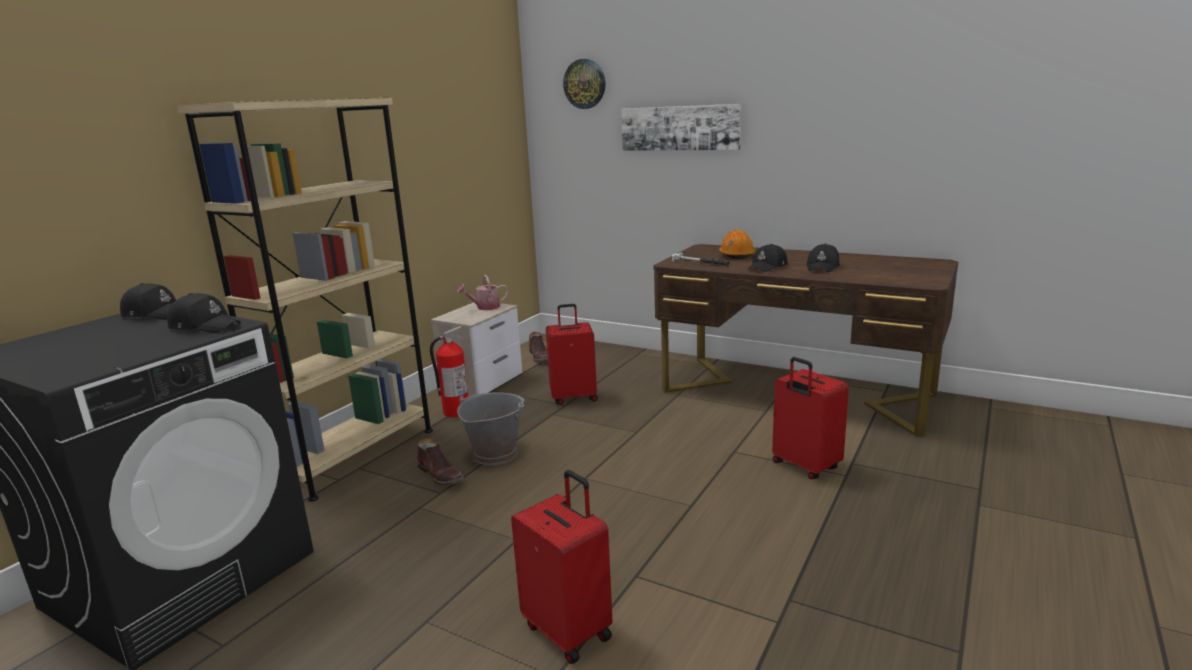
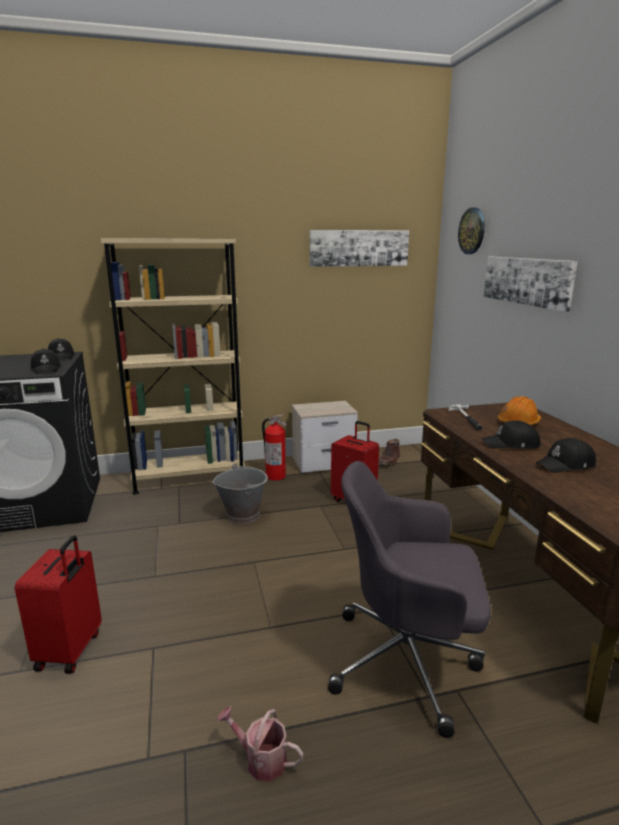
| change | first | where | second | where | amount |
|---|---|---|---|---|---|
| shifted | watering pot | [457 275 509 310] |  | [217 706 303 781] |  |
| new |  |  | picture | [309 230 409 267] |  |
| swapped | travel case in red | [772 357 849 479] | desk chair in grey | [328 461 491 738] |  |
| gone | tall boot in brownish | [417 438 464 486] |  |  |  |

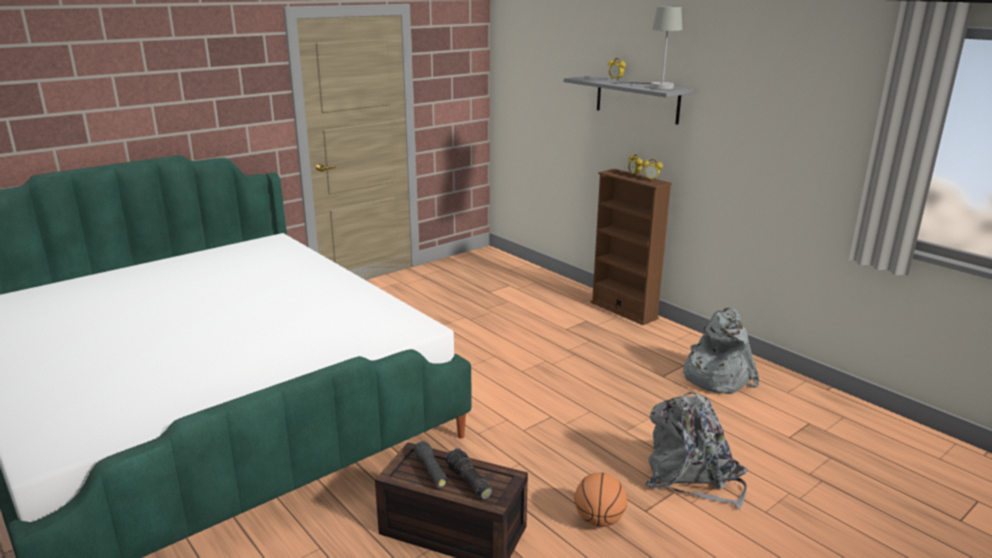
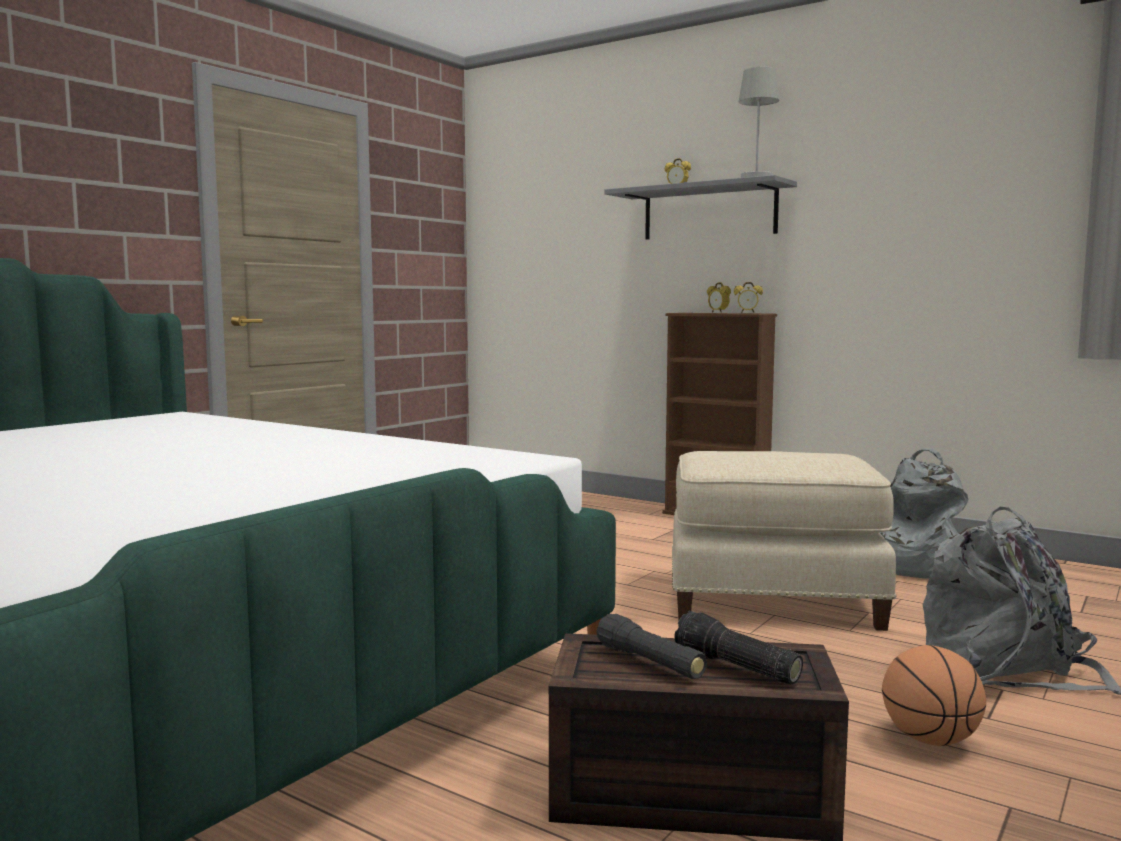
| change | first | where | second | where | amount |
|---|---|---|---|---|---|
| new |  |  | footrest in sand-coloured | [672 451 896 631] |  |

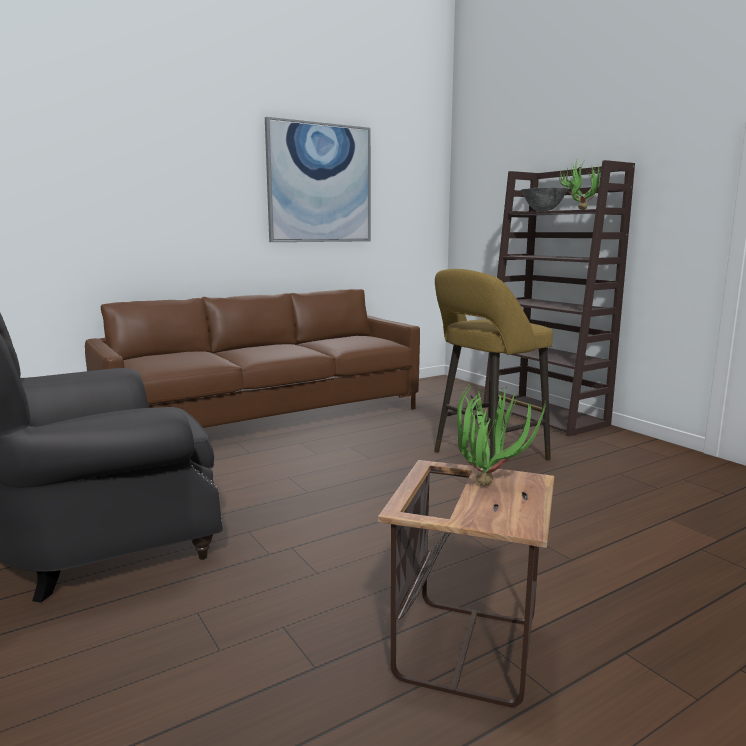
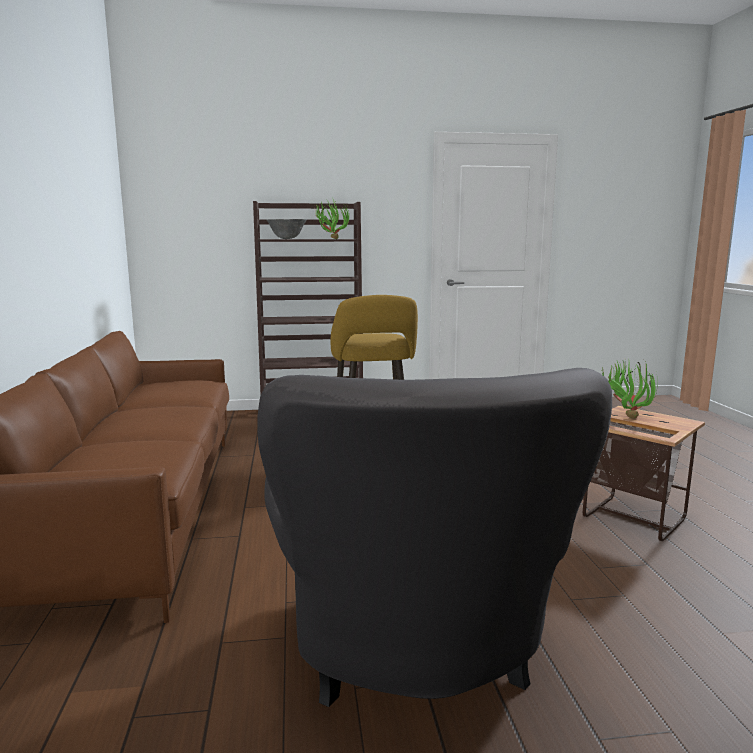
| change | first | where | second | where | amount |
|---|---|---|---|---|---|
| gone | picture | [265 117 371 242] |  |  |  |

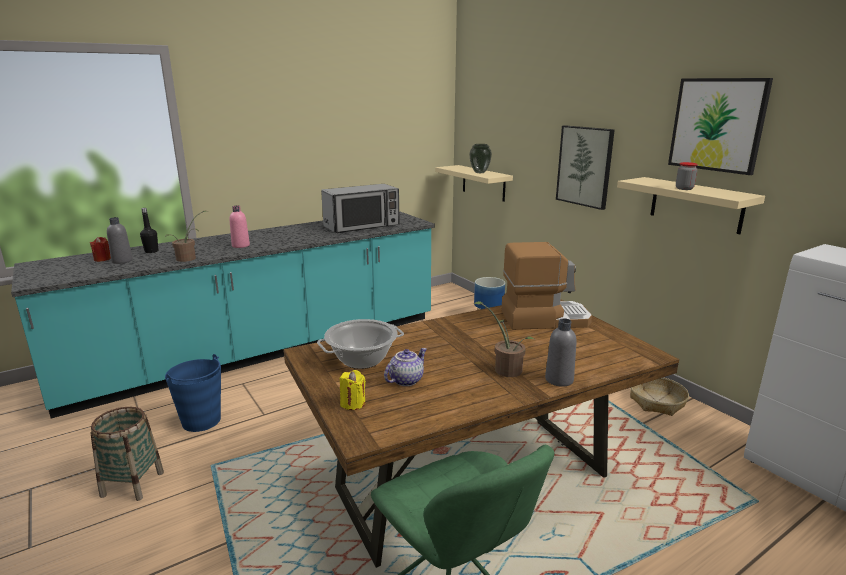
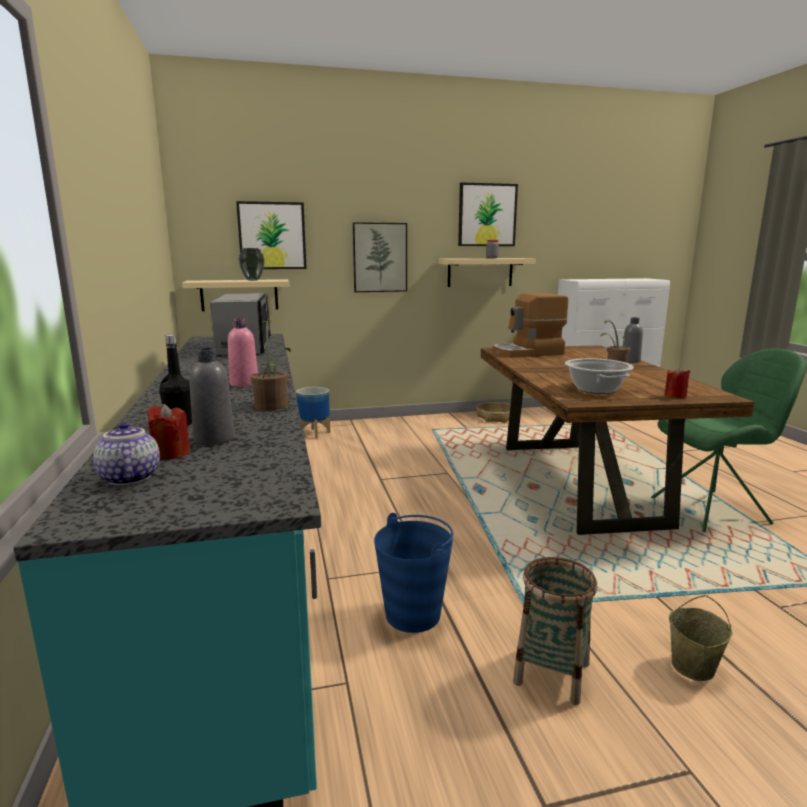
| change | first | where | second | where | amount |
|---|---|---|---|---|---|
| shifted | teapot | [384 348 427 386] |  | [93 422 160 486] |  |
| new |  |  | picture | [236 201 307 269] |  |
| rotated | coffee maker | [501 242 592 330] |  | [493 293 568 358] | 120 degrees counterclockwise |
| repainted | wax light in yellowish | [340 370 366 410] | wax light in red | [664 366 690 398] |  |
| new |  |  | bucket in sand-coloured | [669 595 732 681] |  |

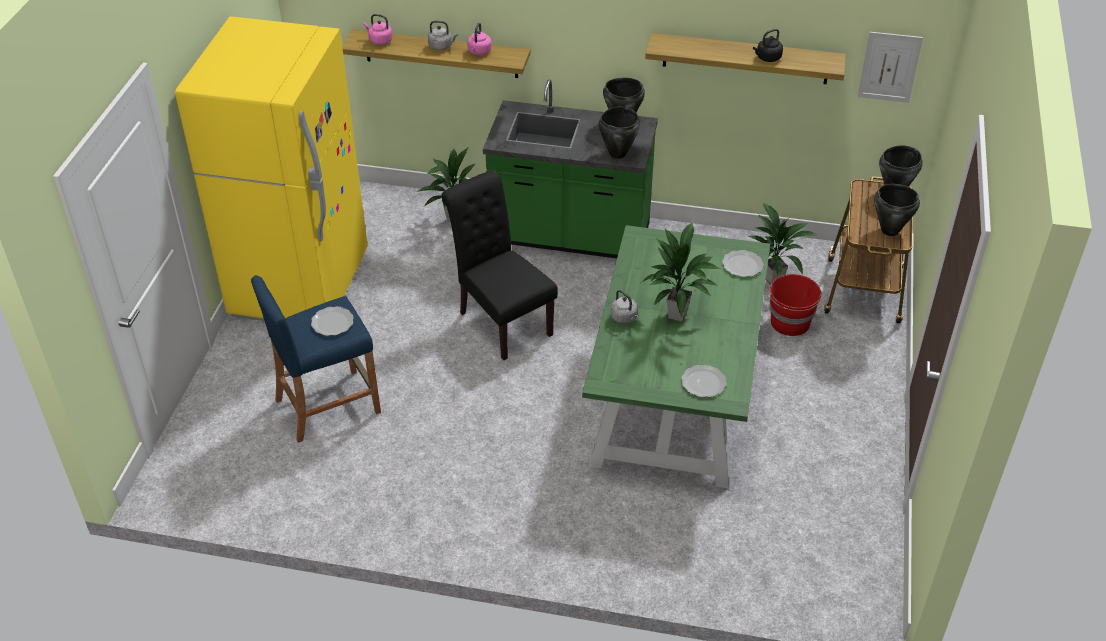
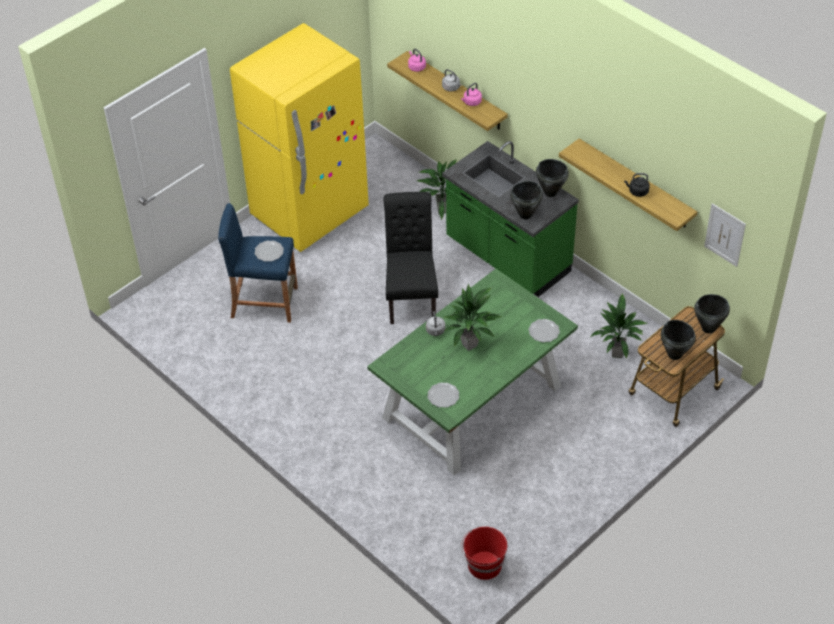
| change | first | where | second | where | amount |
|---|---|---|---|---|---|
| shifted | bucket in red | [769 274 822 336] |  | [461 527 507 580] |  |

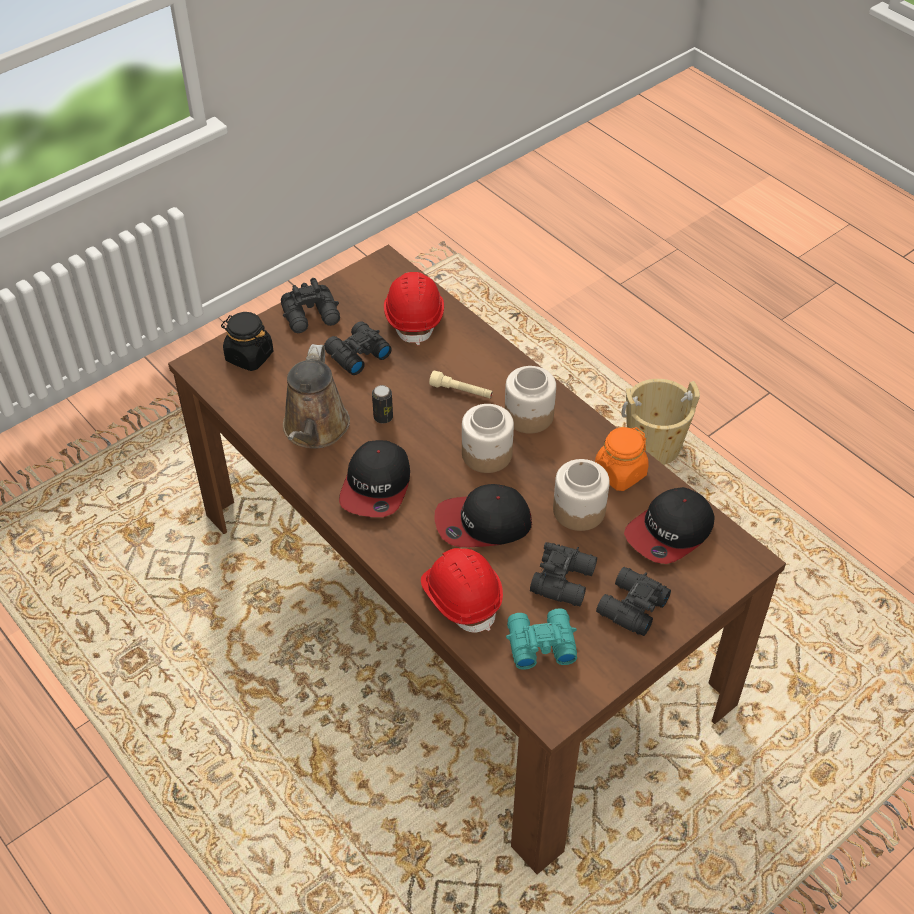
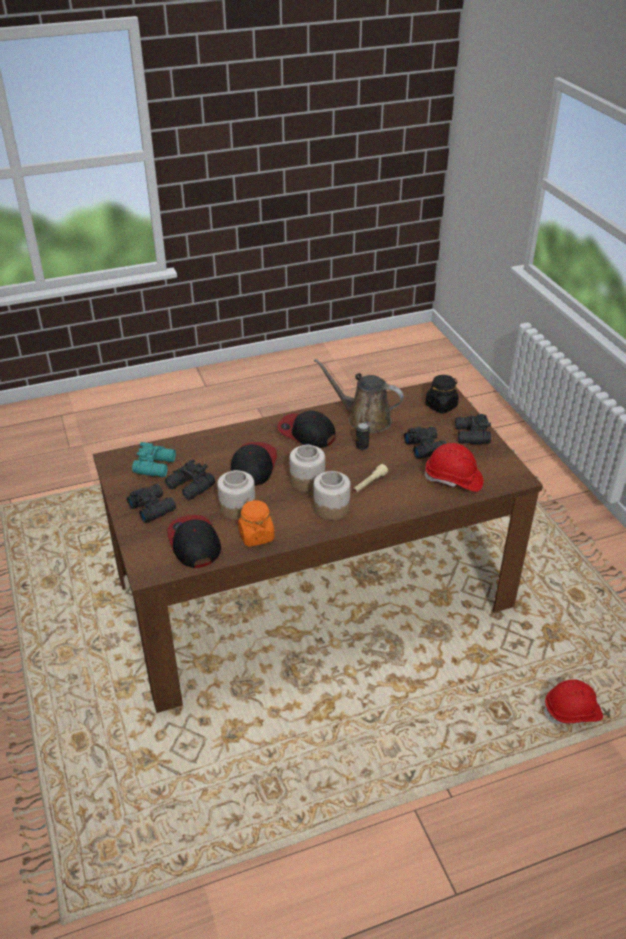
| change | first | where | second | where | amount |
|---|---|---|---|---|---|
| shifted | work helmet in red | [421 548 503 633] |  | [544 679 603 724] |  |
| gone | bucket in sand-coloured | [621 379 700 465] |  |  |  |

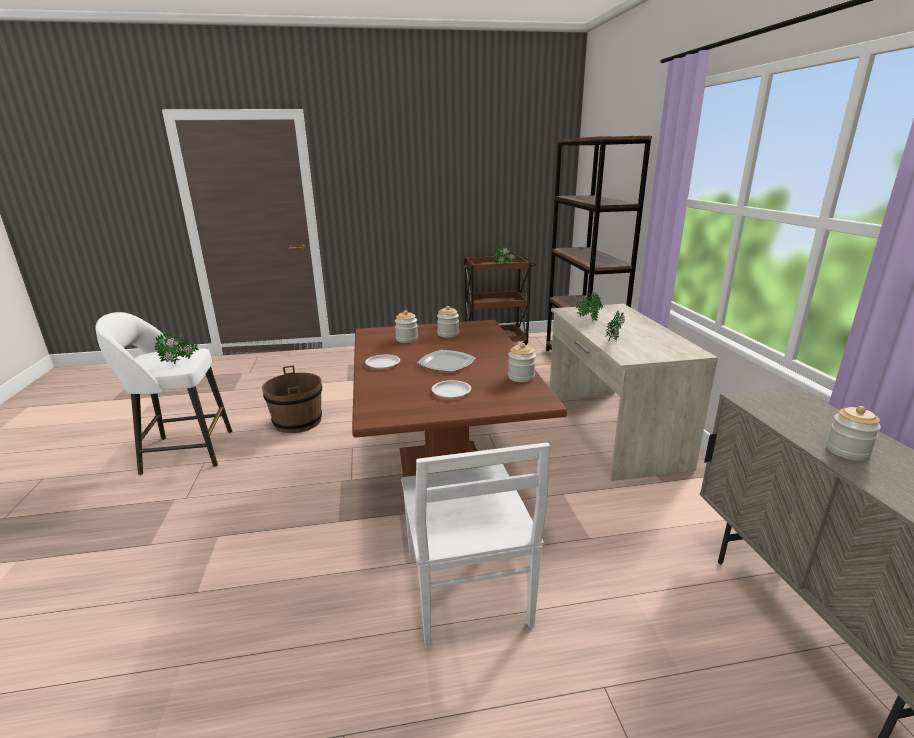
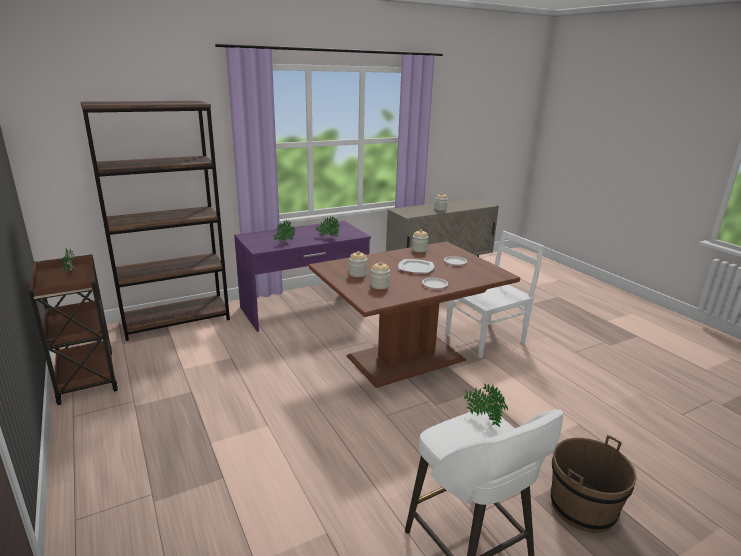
| change | first | where | second | where | amount |
|---|---|---|---|---|---|
| repainted | desk unit in sand-coloured | [549 304 718 481] | desk unit in purplish | [234 221 371 332] |  |
| shifted | bucket in brownish | [262 365 322 433] |  | [551 435 637 533] |  |

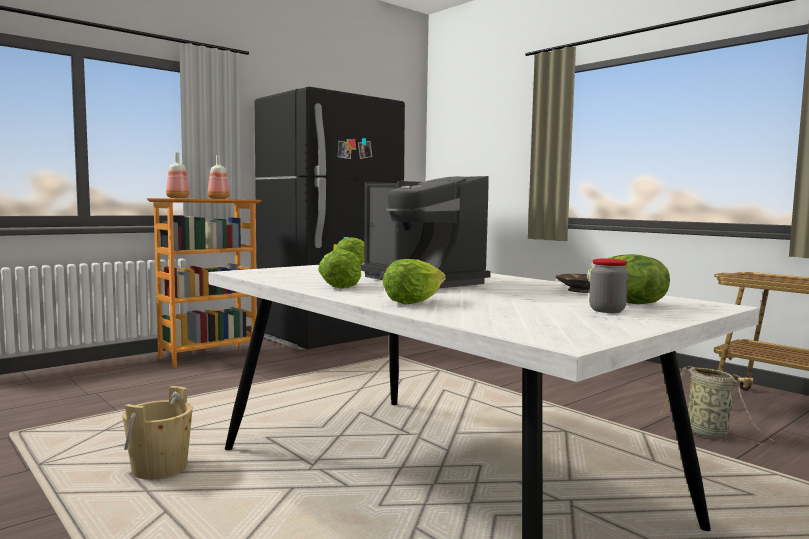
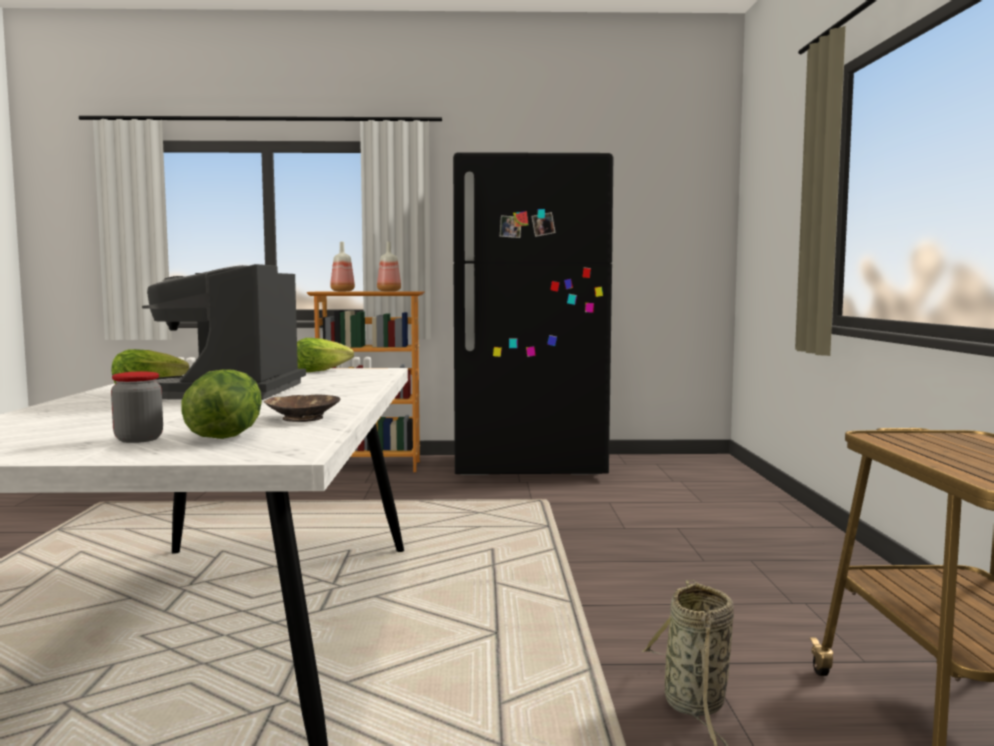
| change | first | where | second | where | amount |
|---|---|---|---|---|---|
| gone | bucket in sand-coloured | [122 386 193 480] |  |  |  |
| gone | head of lettuce | [383 259 446 304] |  |  |  |

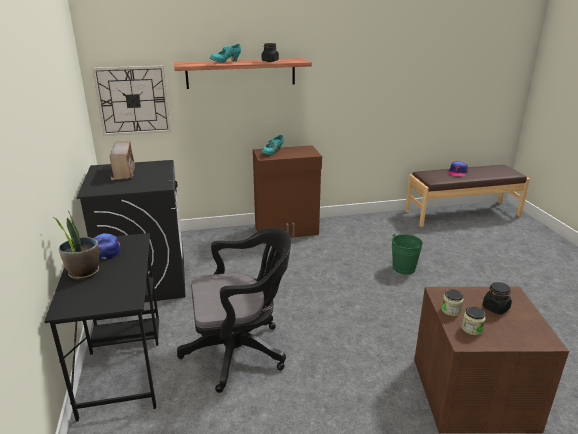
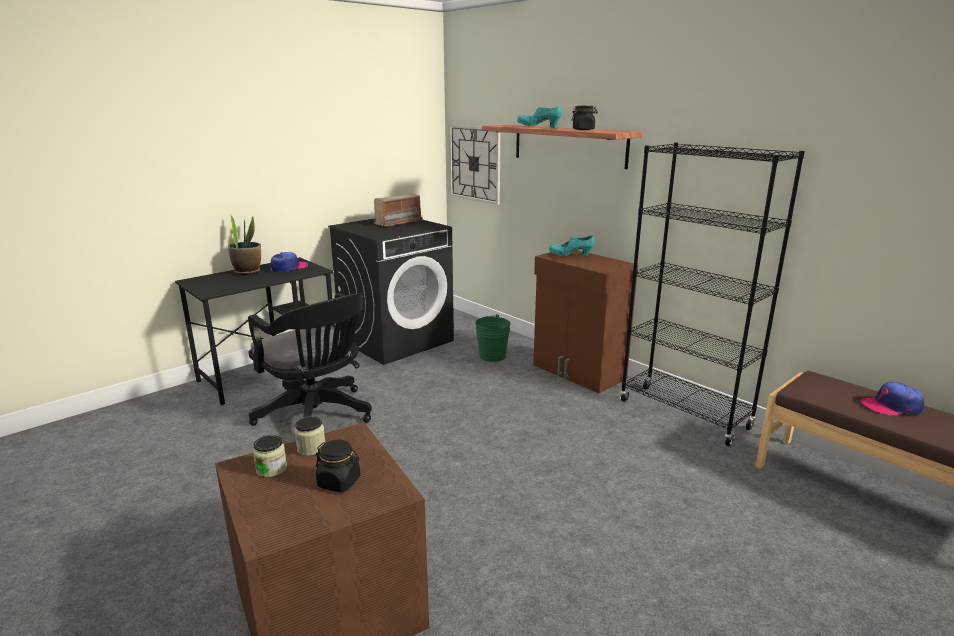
| change | first | where | second | where | amount |
|---|---|---|---|---|---|
| shifted | bucket in green | [392 234 423 275] |  | [475 314 511 362] |  |
| new |  |  | bookcase in black-coloured | [620 142 805 446] |  |

